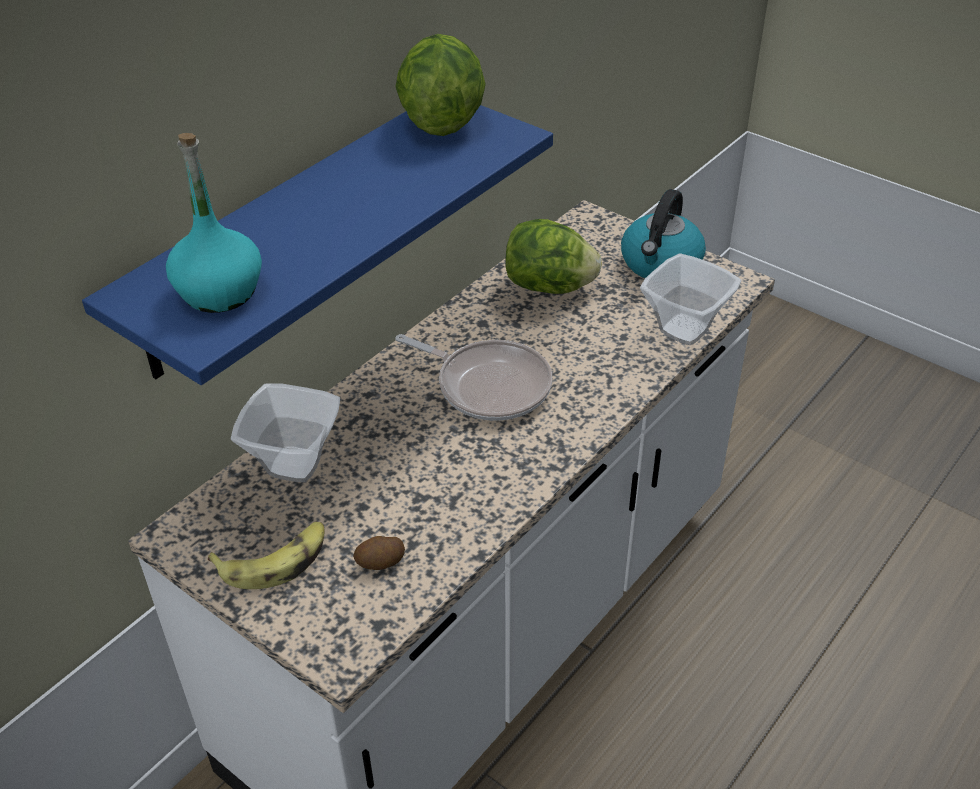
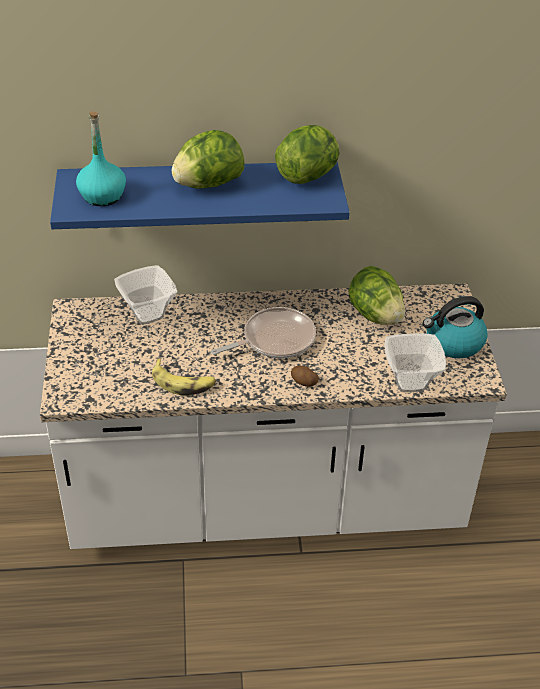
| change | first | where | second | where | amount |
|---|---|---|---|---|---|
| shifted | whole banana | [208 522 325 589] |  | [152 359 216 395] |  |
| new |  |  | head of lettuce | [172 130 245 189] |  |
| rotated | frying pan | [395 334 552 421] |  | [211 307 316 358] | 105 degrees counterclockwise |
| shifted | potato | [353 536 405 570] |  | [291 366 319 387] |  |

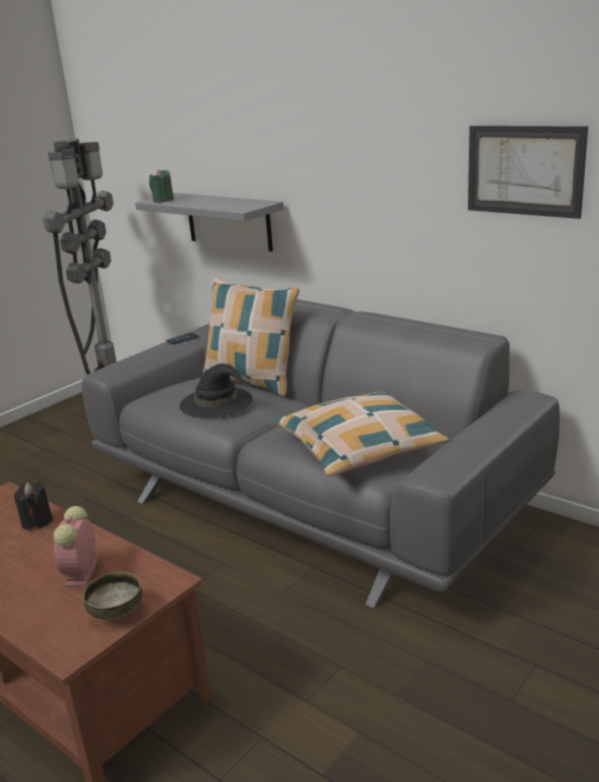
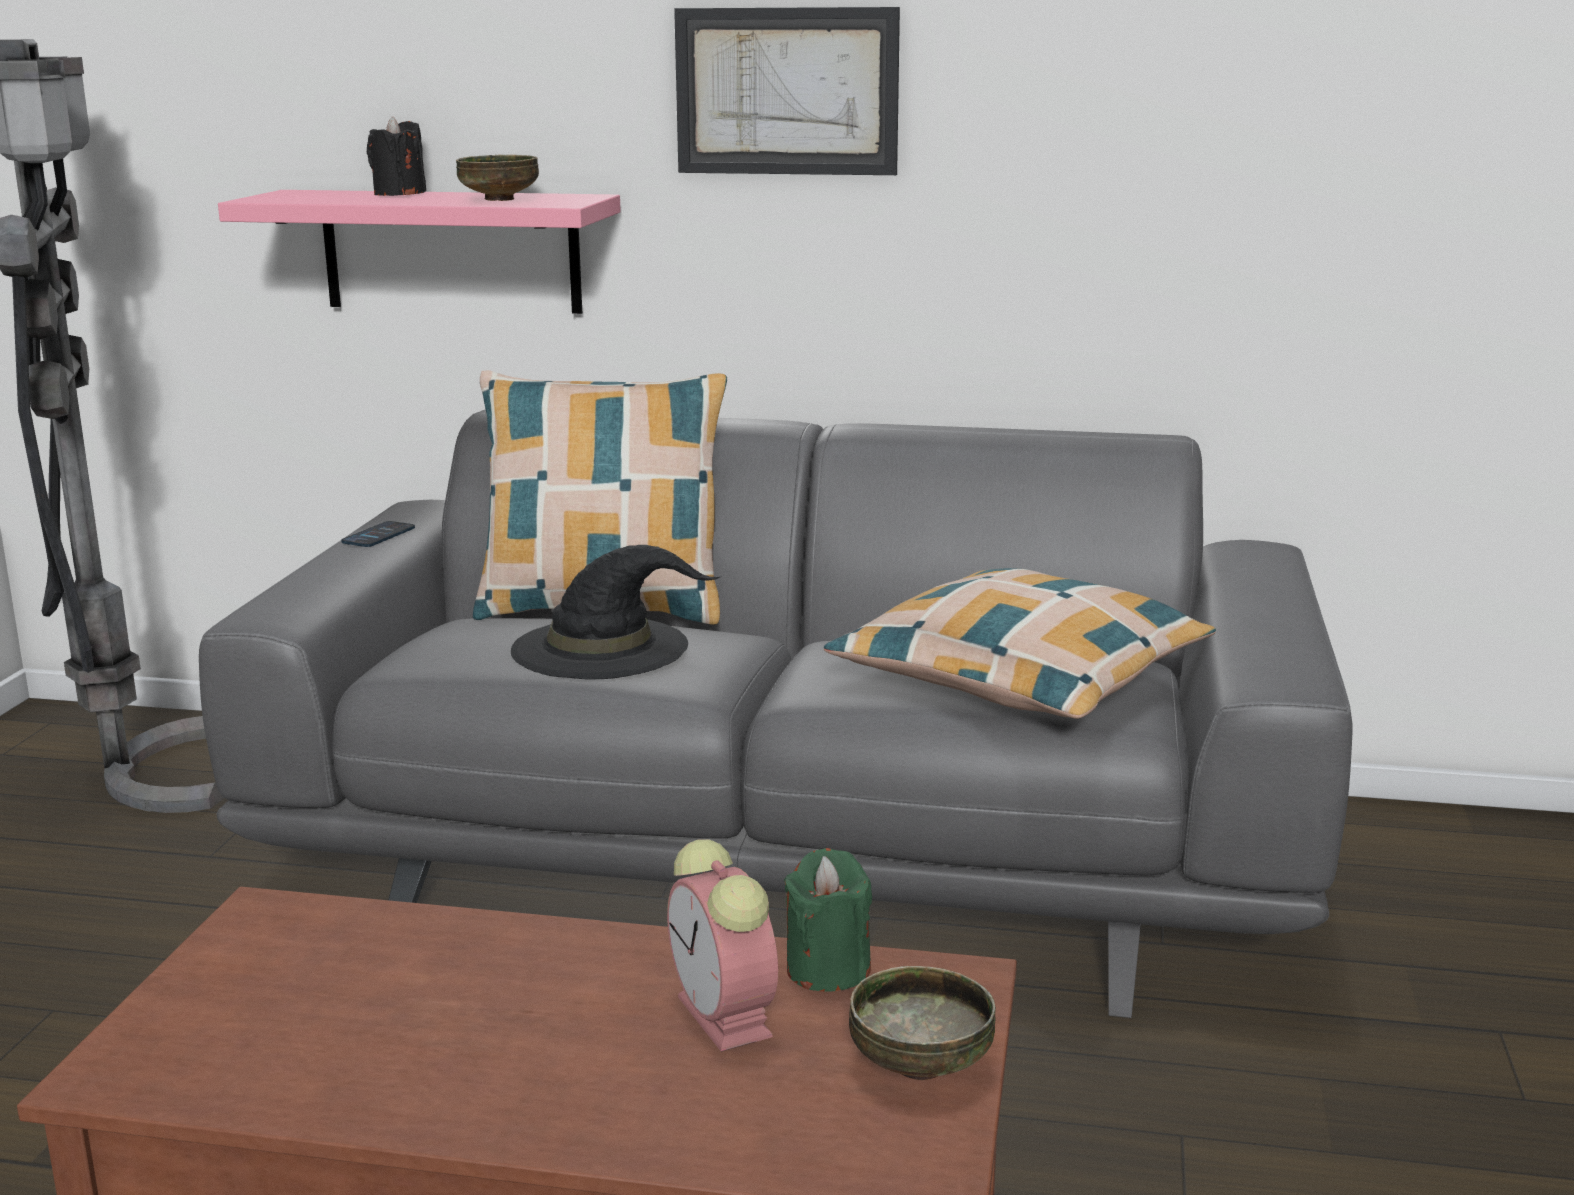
| change | first | where | second | where | amount |
|---|---|---|---|---|---|
| repainted | wall shelf in grey | [135 193 284 252] | wall shelf in pink-coloured | [218 190 621 314] |  |
| shifted | wax light in black-coloured | [14 481 53 531] |  | [367 116 426 196] |  |
| new |  |  | deep dish | [456 155 539 201] |  |
| shifted | picture | [468 126 588 219] |  | [674 7 900 175] |  |
| shifted | wax light in green | [149 169 174 202] |  | [784 848 872 992] |  |

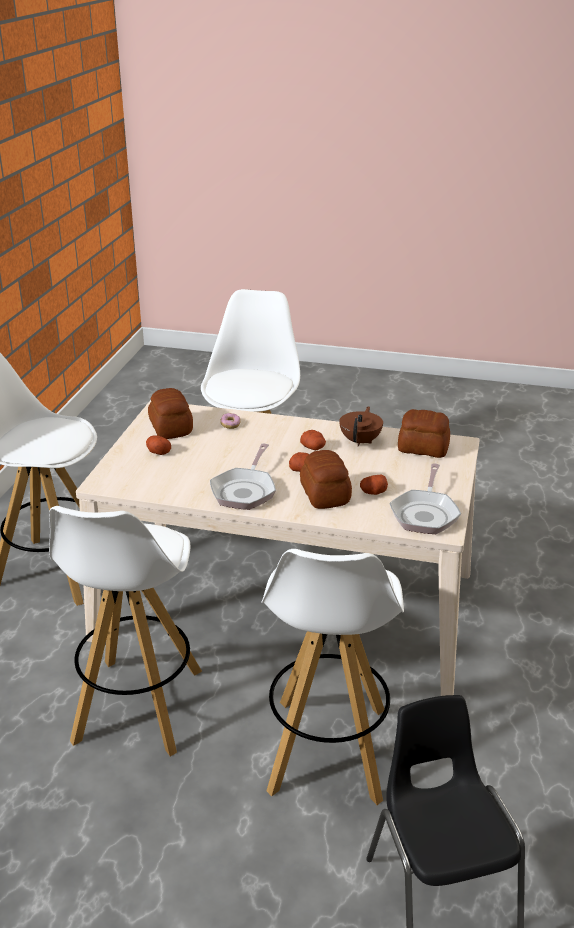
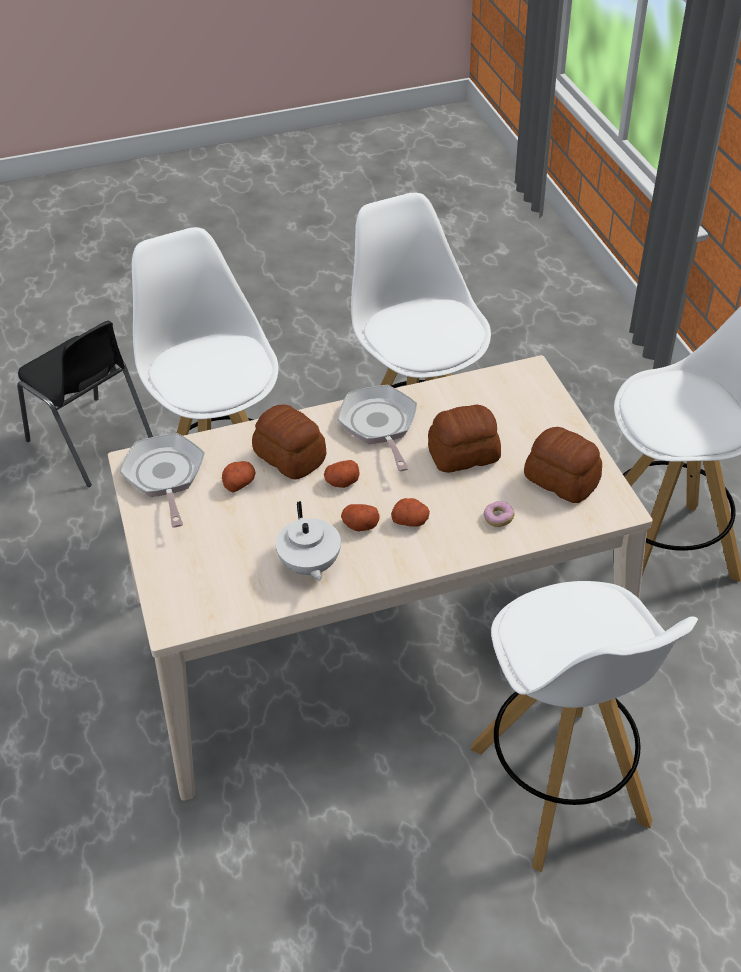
| change | first | where | second | where | amount |
|---|---|---|---|---|---|
| repainted | teapot in brownish | [339 406 383 446] | teapot in white-coloured | [276 501 341 581] |  |
| shifted | potato | [146 435 171 455] |  | [391 498 430 527] |  |
| shifted | bakery bread | [398 409 450 458] |  | [428 405 501 473] |  |

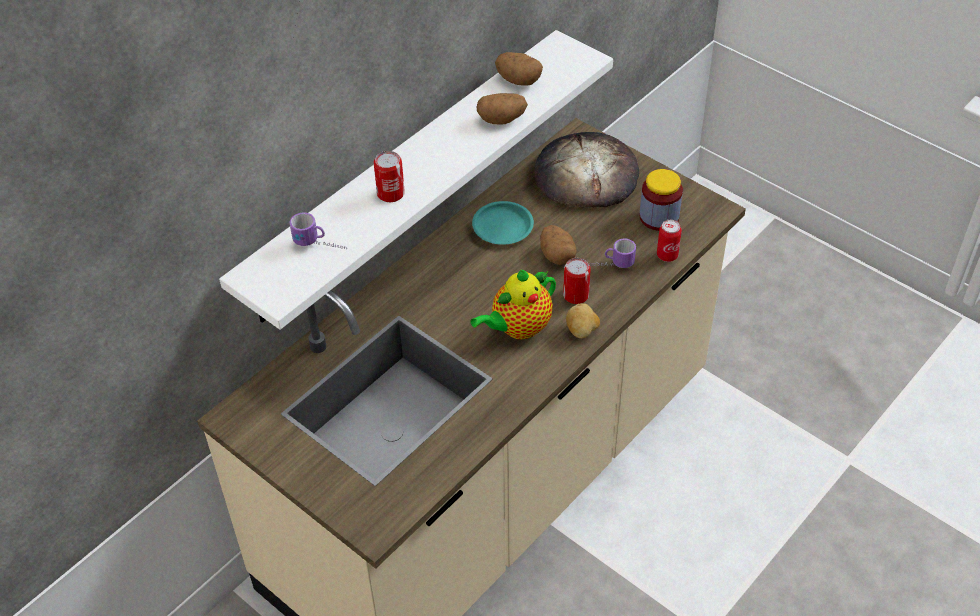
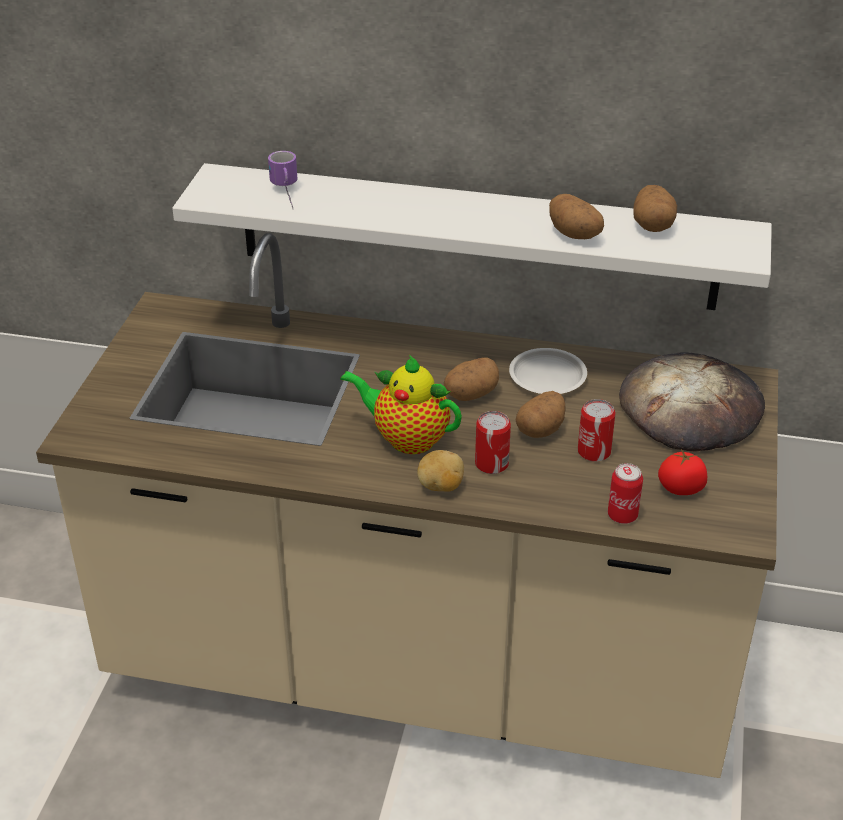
| change | first | where | second | where | amount |
|---|---|---|---|---|---|
| new |  |  | potato | [444 358 499 401] |  |
| repainted | flat dish in blue-green | [472 201 534 245] | flat dish in white-coloured | [509 348 587 394] |  |
| shifted | sealed can | [374 151 405 202] |  | [578 399 615 462] |  |
| swapped | jar | [640 169 683 231] | fresh tomato | [658 449 707 495] |  |
| gone | mug | [590 238 636 268] |  |  |  |

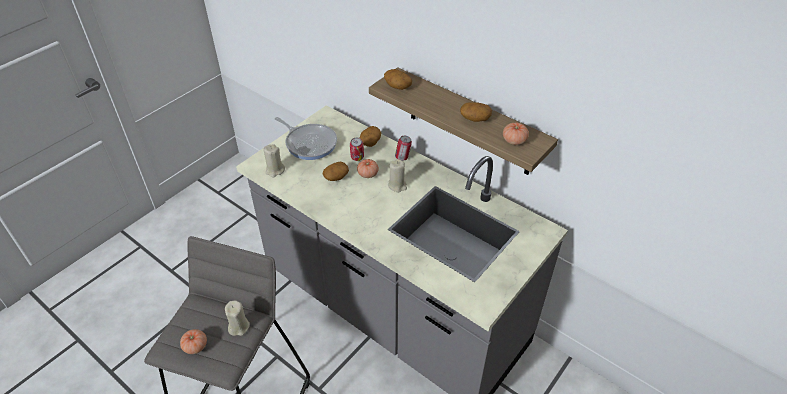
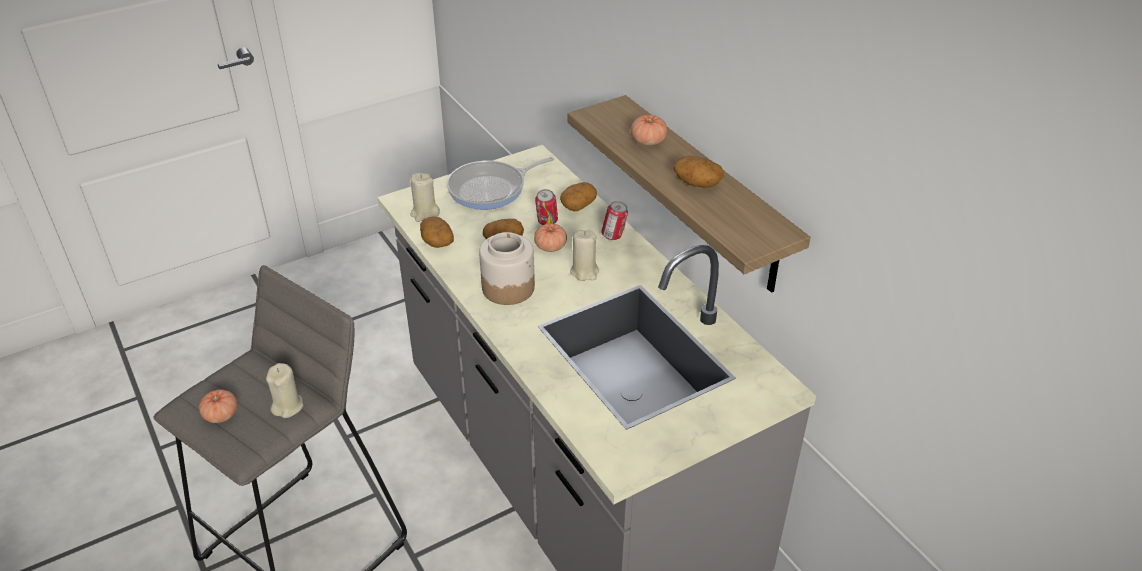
| change | first | where | second | where | amount |
|---|---|---|---|---|---|
| shifted | potato | [384 69 412 90] |  | [420 217 454 248] |  |
| rotated | frying pan | [275 117 337 160] |  | [447 157 554 210] | 90 degrees clockwise |
| new |  |  | jar | [479 232 535 305] |  |
| shifted | fresh tomato | [503 122 529 145] |  | [631 115 667 146] |  |

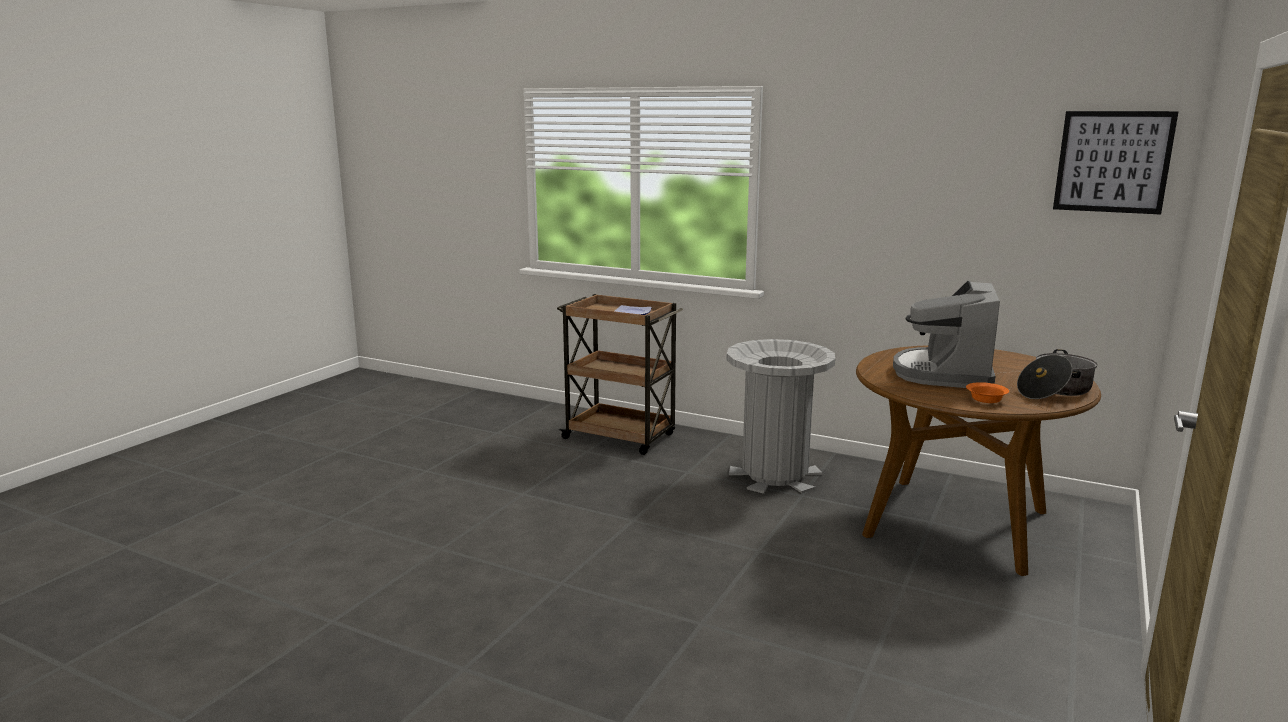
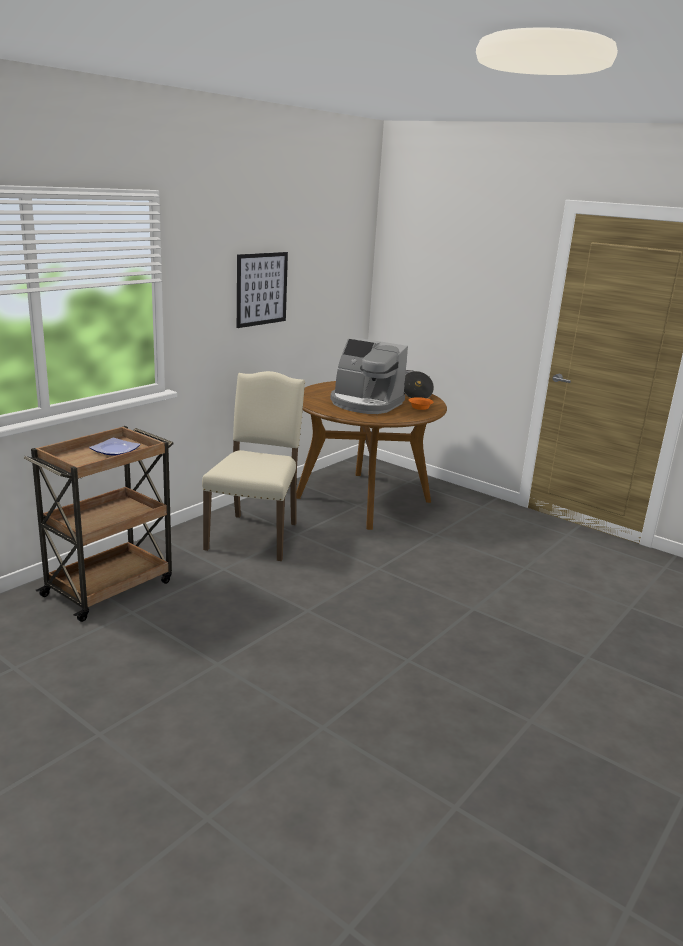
| change | first | where | second | where | amount |
|---|---|---|---|---|---|
| swapped | trash can in grey | [727 339 835 494] | upright chair in sand-coloured | [202 371 305 561] |  |
| shifted | picture | [1053 111 1179 215] |  | [237 252 288 328] |  |

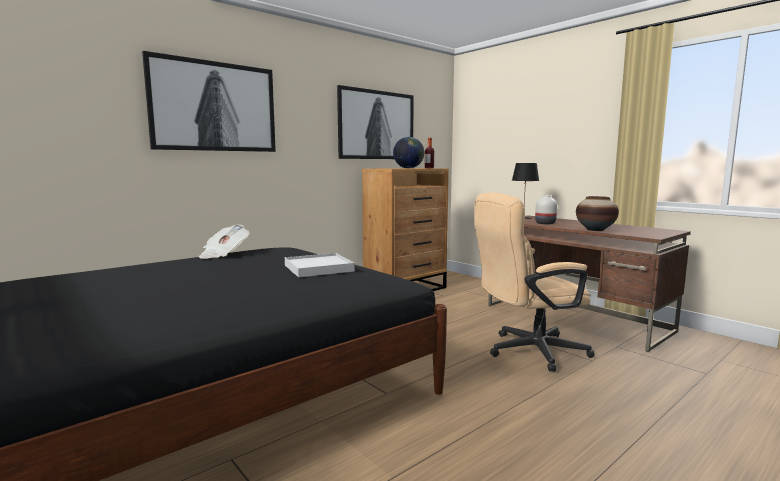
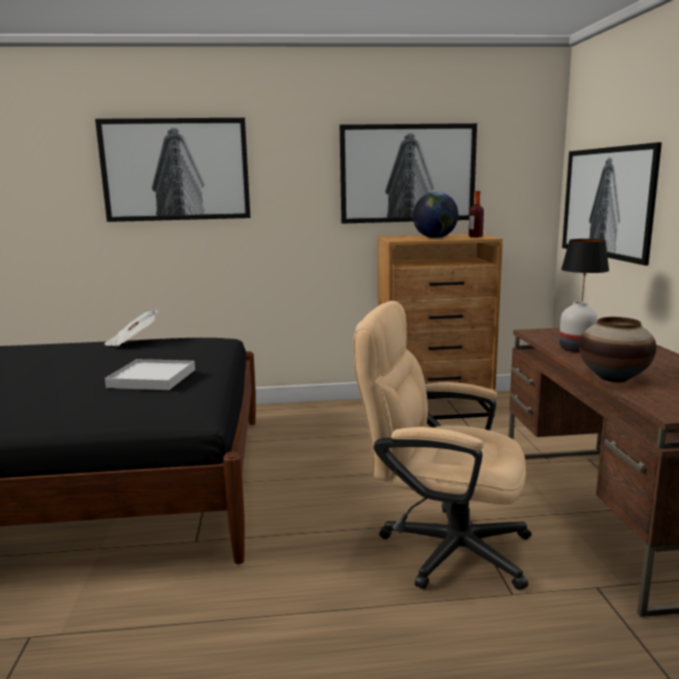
| change | first | where | second | where | amount |
|---|---|---|---|---|---|
| new |  |  | picture | [562 142 662 265] |  |

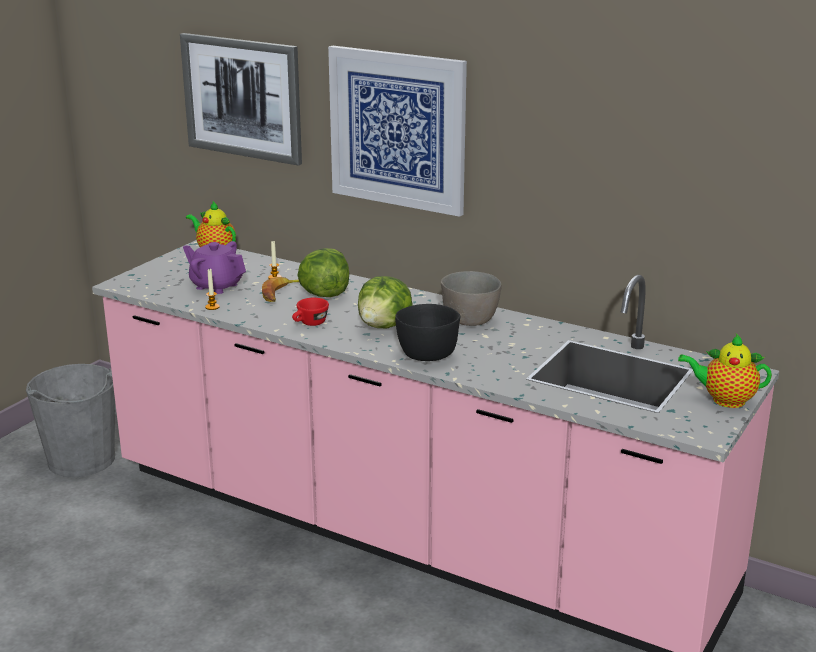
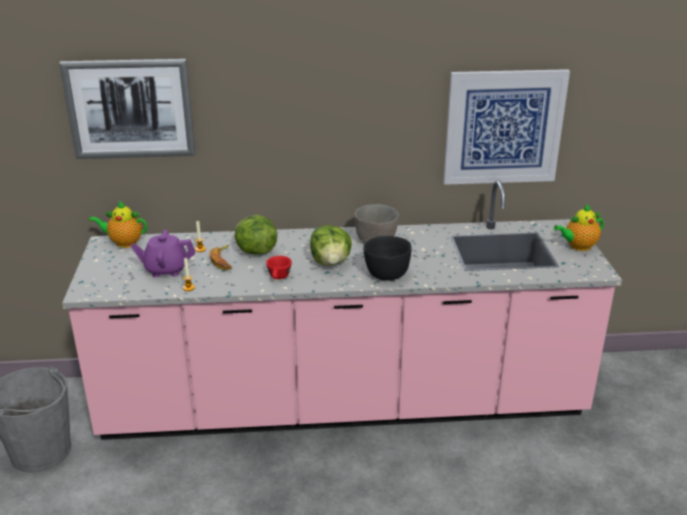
| change | first | where | second | where | amount |
|---|---|---|---|---|---|
| shifted | picture | [328 46 467 217] |  | [443 69 570 185] |  |

